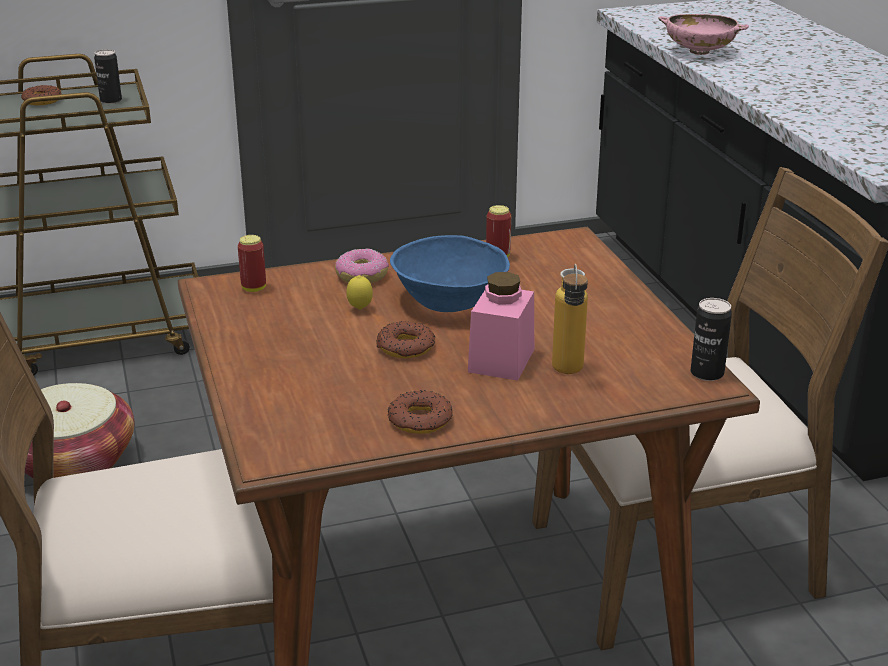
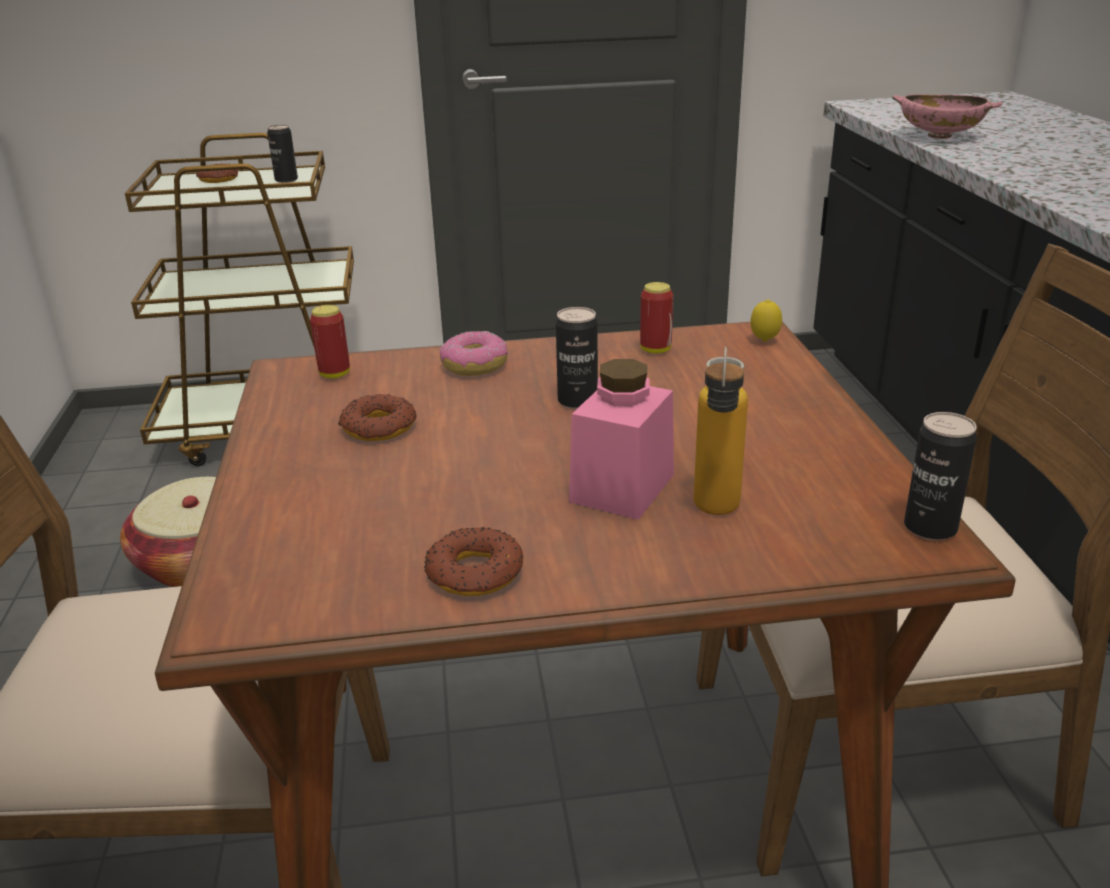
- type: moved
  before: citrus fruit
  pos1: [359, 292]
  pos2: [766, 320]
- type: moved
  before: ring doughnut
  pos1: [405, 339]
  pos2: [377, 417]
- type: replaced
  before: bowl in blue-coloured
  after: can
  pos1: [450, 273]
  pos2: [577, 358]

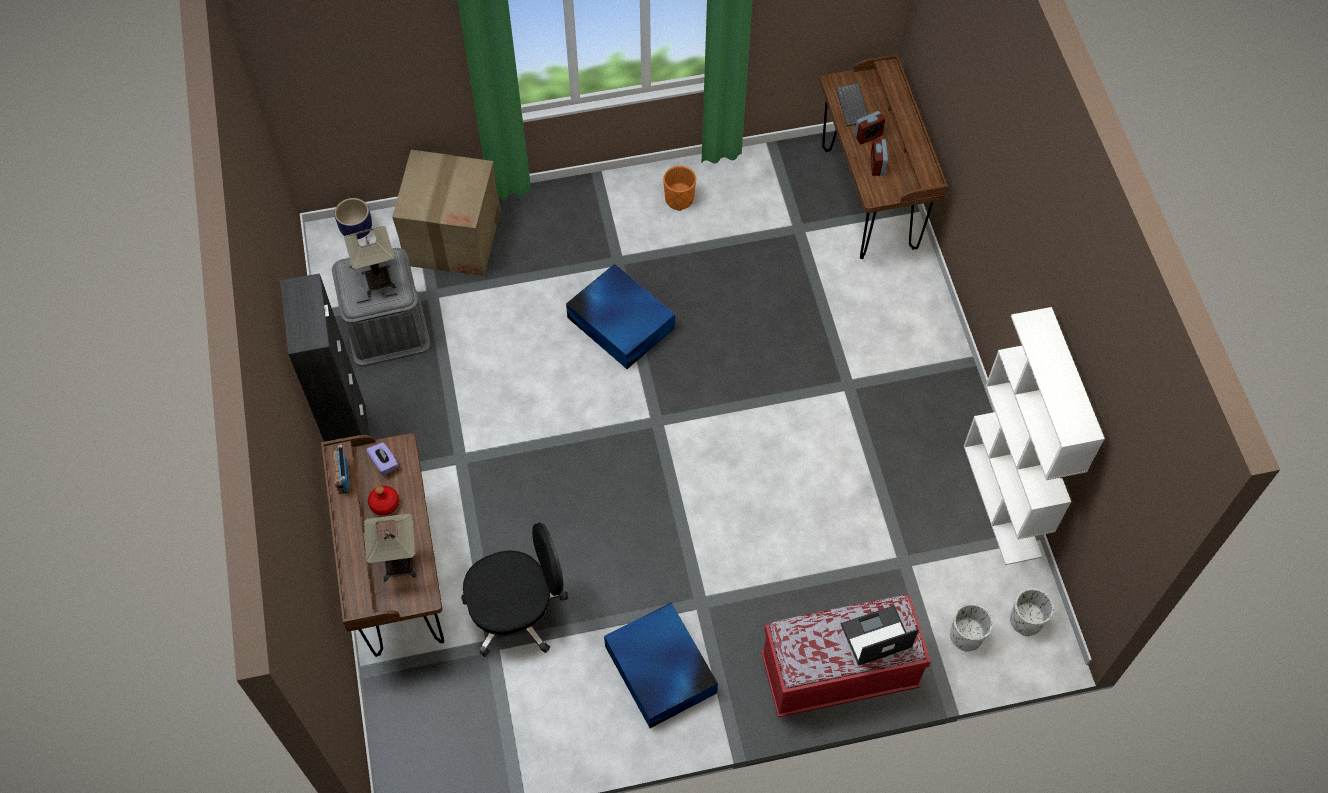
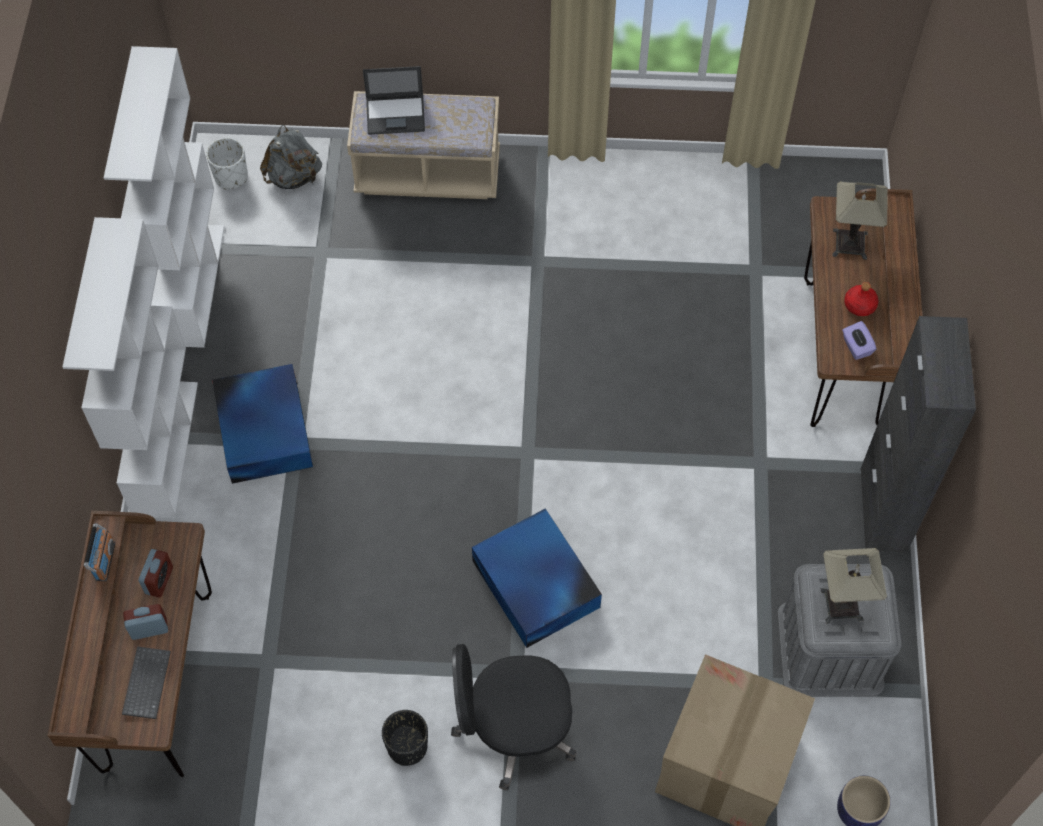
- type: moved
  before: radio receiver
  pos1: [341, 469]
  pos2: [99, 552]
- type: moved
  before: office chair in black-coloured
  pos1: [514, 590]
  pos2: [513, 717]
- type: moved
  before: storage bin in blue-coloured
  pos1: [661, 665]
  pos2: [262, 424]
- type: recoloured
  before: flower pot in orange-coloured
  after: flower pot in black-coloured
  pos1: [679, 188]
  pos2: [405, 738]
- type: recoloured
  before: long seat in red-coloured
  after: long seat in beige-coloured
  pos1: [846, 656]
  pos2: [423, 145]
- type: replaced
  before: flower pot in whitish
  after: backpack in greyish
  pos1: [971, 628]
  pos2: [291, 156]
- type: added
  after: shelving unit in whitish
  pos2: [130, 367]

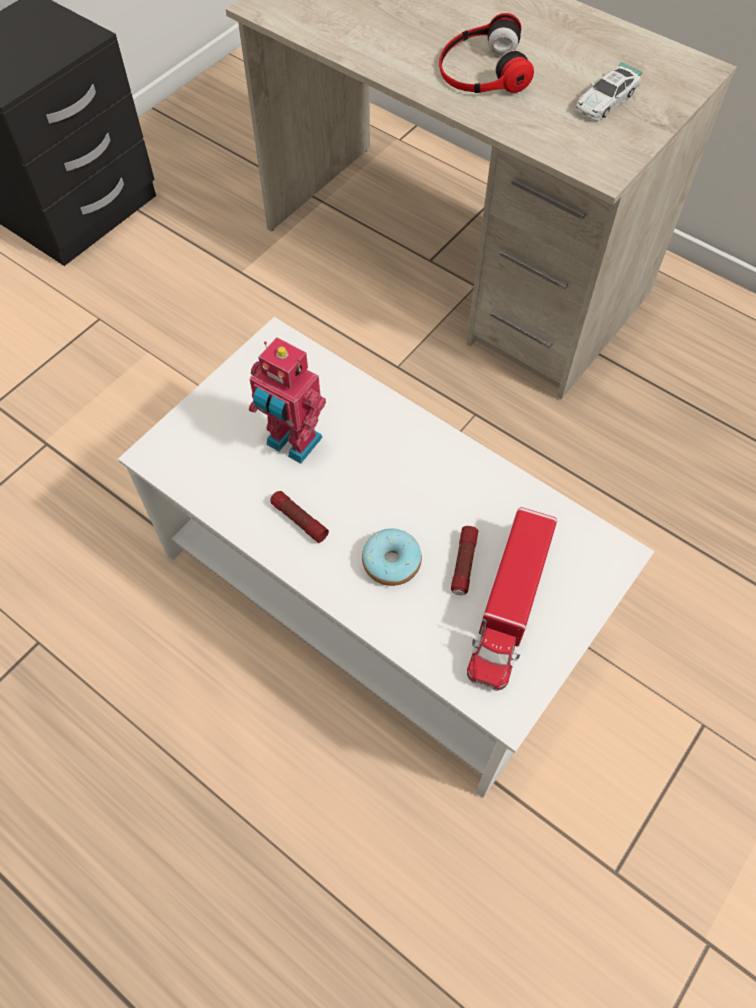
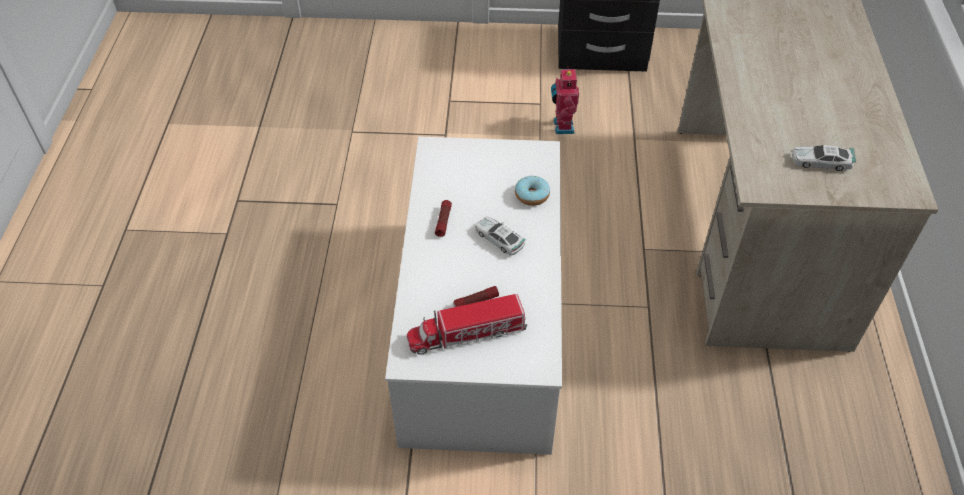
- type: moved
  before: robot figure
  pos1: [287, 400]
  pos2: [565, 100]
- type: moved
  before: ring doughnut
  pos1: [392, 557]
  pos2: [532, 191]
- type: removed
  before: headset
  pos1: [486, 53]
- type: added
  after: toy car
  pos2: [500, 235]

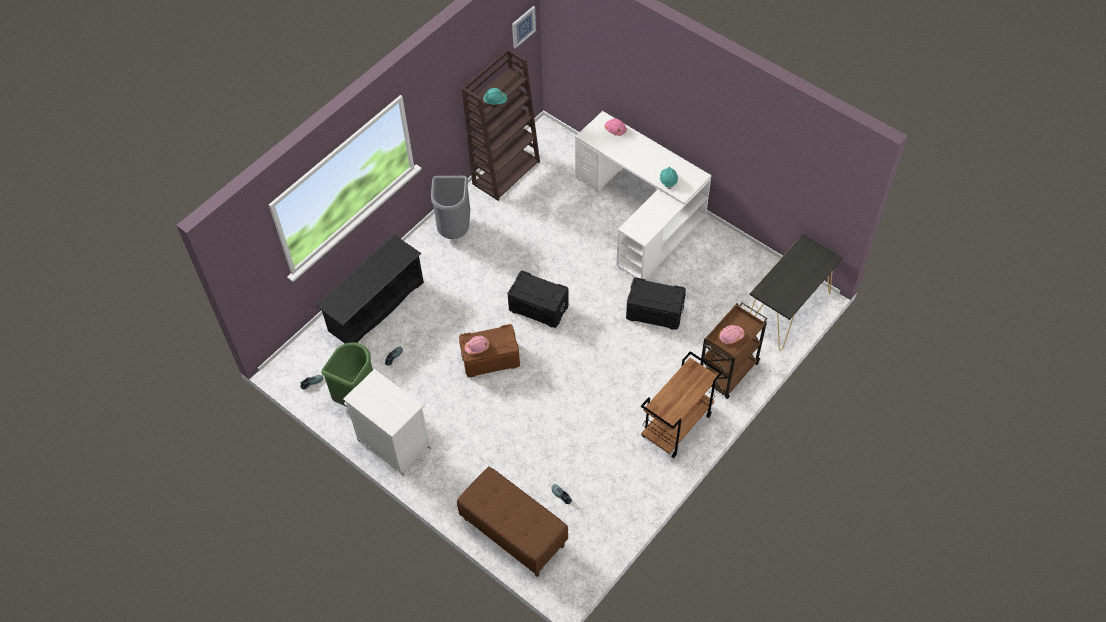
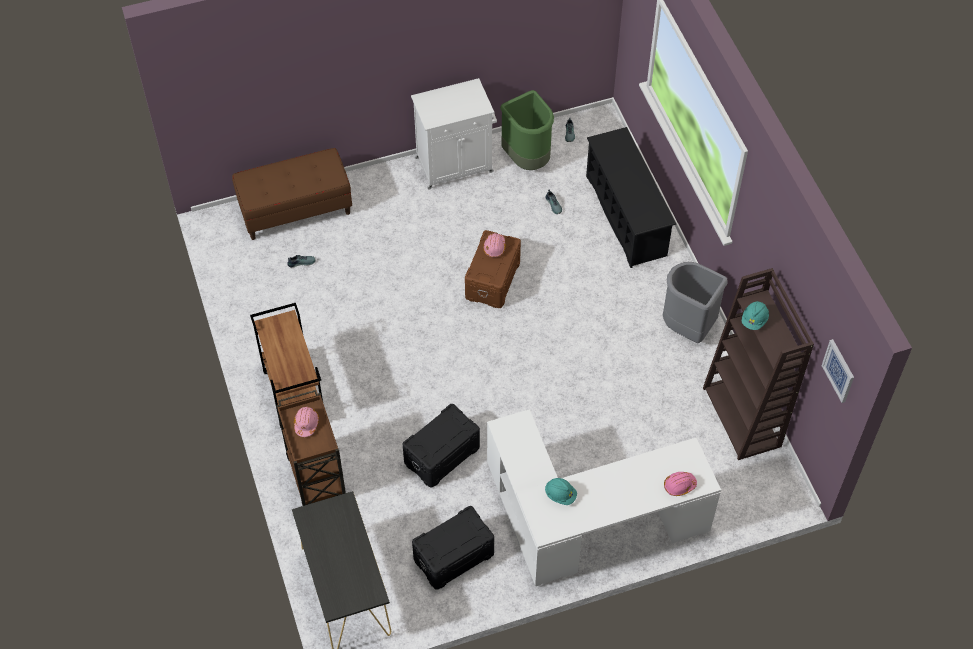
- type: moved
  before: storage bin in black-coloured
  pos1: [538, 299]
  pos2: [453, 548]

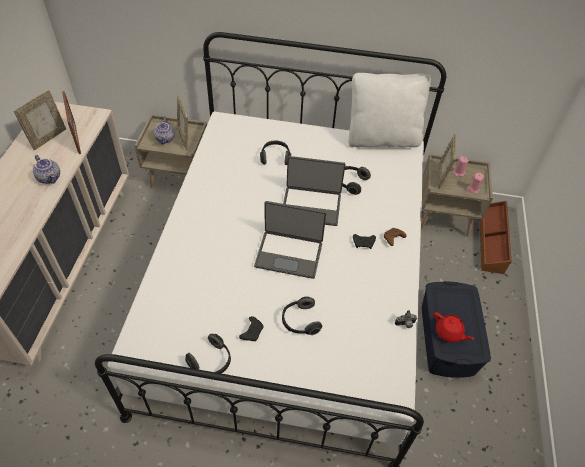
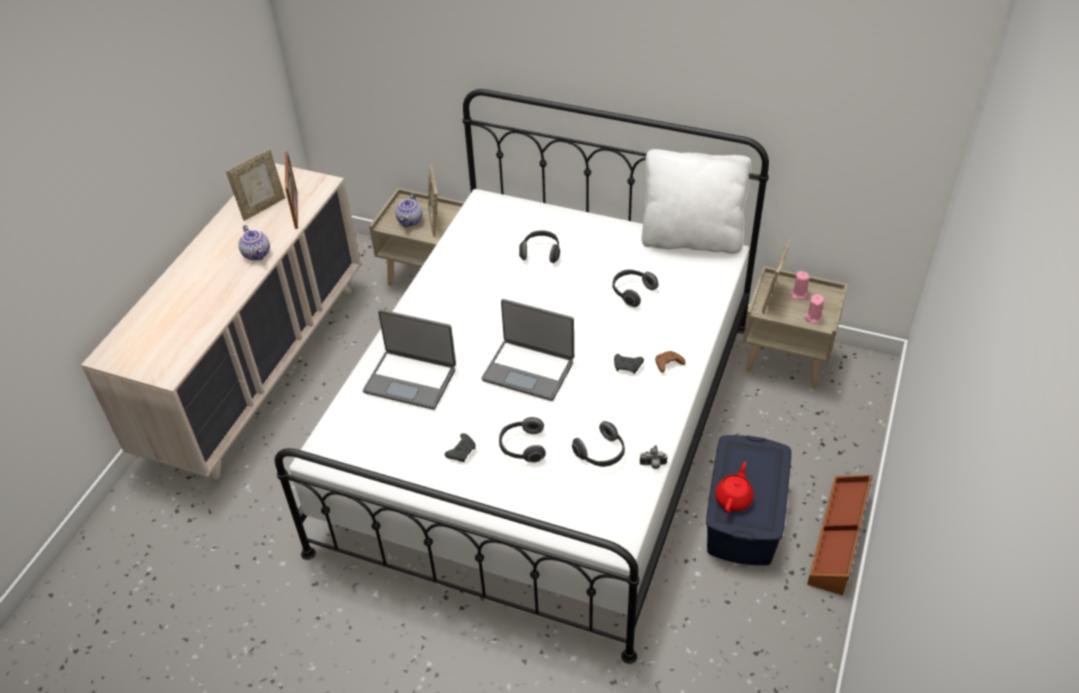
- type: moved
  before: headset
  pos1: [208, 354]
  pos2: [598, 444]
- type: moved
  before: laptop
  pos1: [314, 191]
  pos2: [409, 360]
- type: turned
  before: pot for tea in red-coloured
  pos1: [454, 327]
  pos2: [734, 487]
  turn: -120
- type: moved
  before: storage bin in brown-coloured
  pos1: [495, 237]
  pos2: [839, 535]

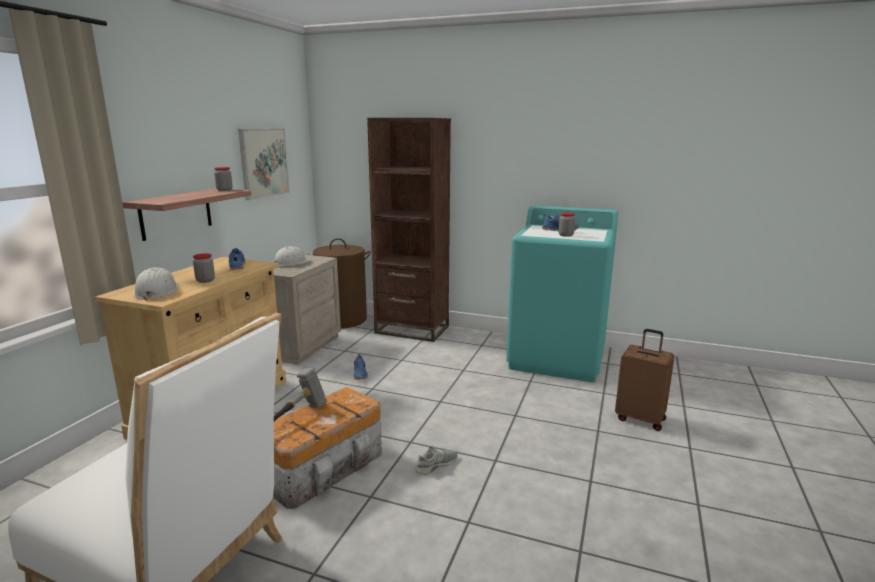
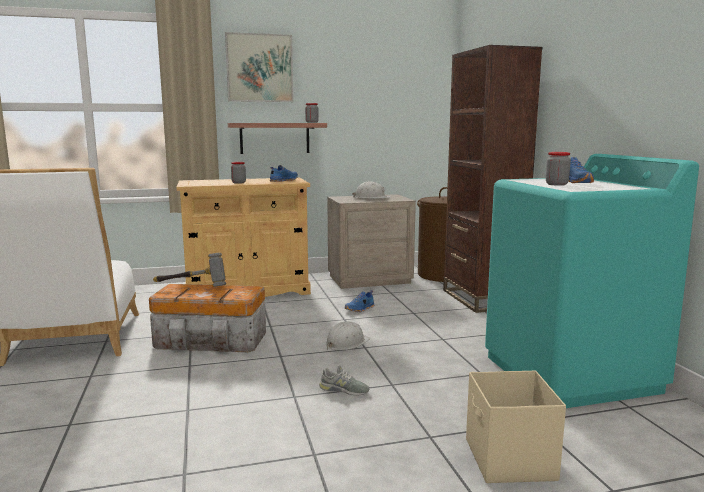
- type: moved
  before: safety helmet in whitish
  pos1: [156, 284]
  pos2: [347, 335]
- type: moved
  before: picture
  pos1: [264, 164]
  pos2: [259, 67]
- type: moved
  before: shoe in greyish
  pos1: [436, 460]
  pos2: [344, 380]
- type: replaced
  before: piece of luggage in brown-coloured
  after: storage bin in beige-coloured
  pos1: [645, 380]
  pos2: [516, 426]

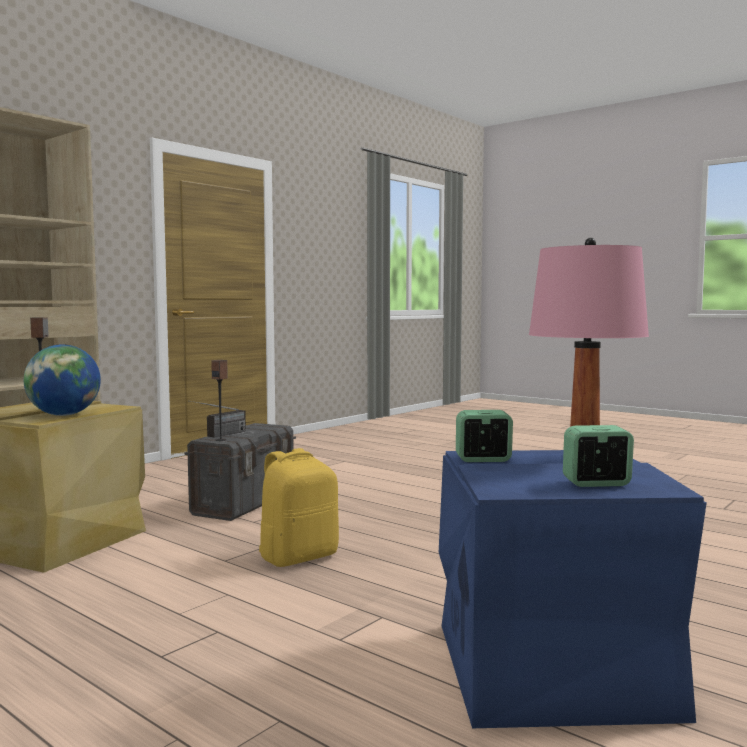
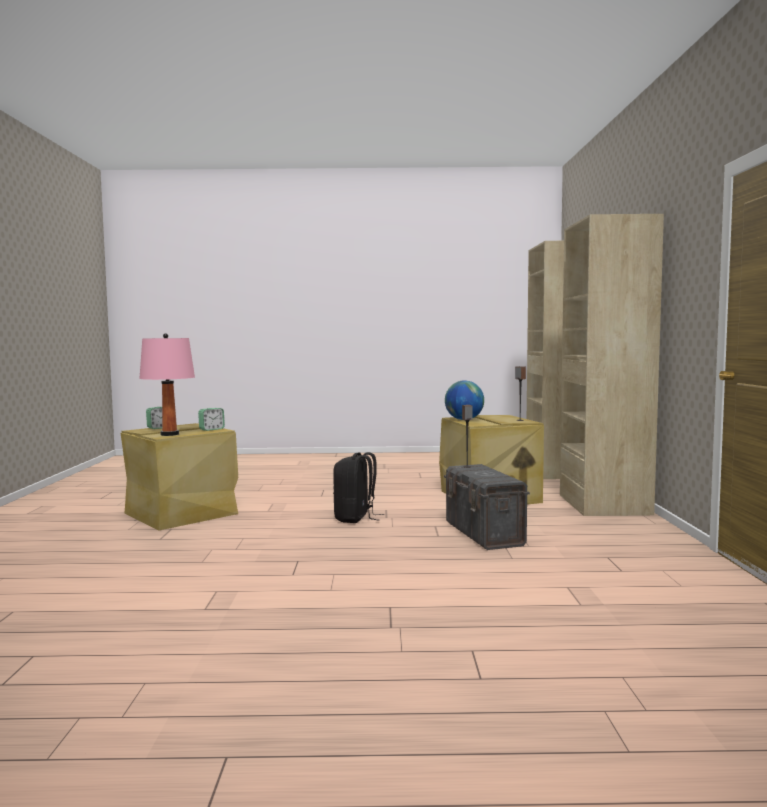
- type: removed
  before: radio receiver
  pos1: [217, 419]
- type: recoloured
  before: backpack in yellow
  after: backpack in black-coloured
  pos1: [299, 507]
  pos2: [358, 487]
- type: recoloured
  before: storage bin in blue-coloured
  after: storage bin in beige-coloured
  pos1: [573, 589]
  pos2: [179, 476]

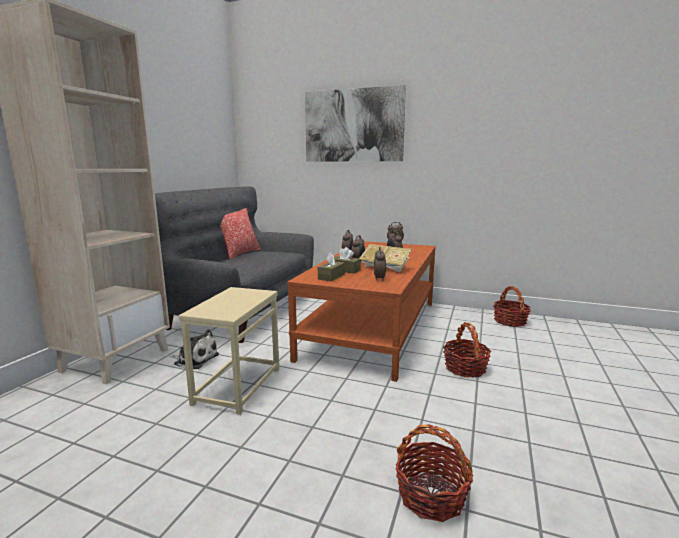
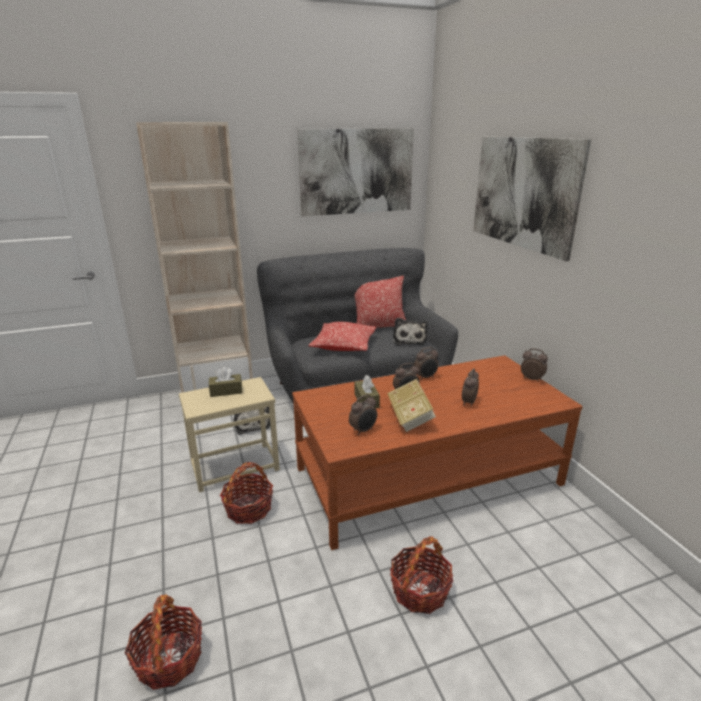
- type: moved
  before: tissue holder in brown-coloured
  pos1: [331, 266]
  pos2: [225, 382]
- type: moved
  before: household basket
  pos1: [512, 306]
  pos2: [246, 493]
- type: added
  after: picture
  pos2: [355, 172]
- type: added
  after: throw pillow
  pos2: [342, 336]
- type: added
  after: cuddly toy
  pos2: [410, 331]

